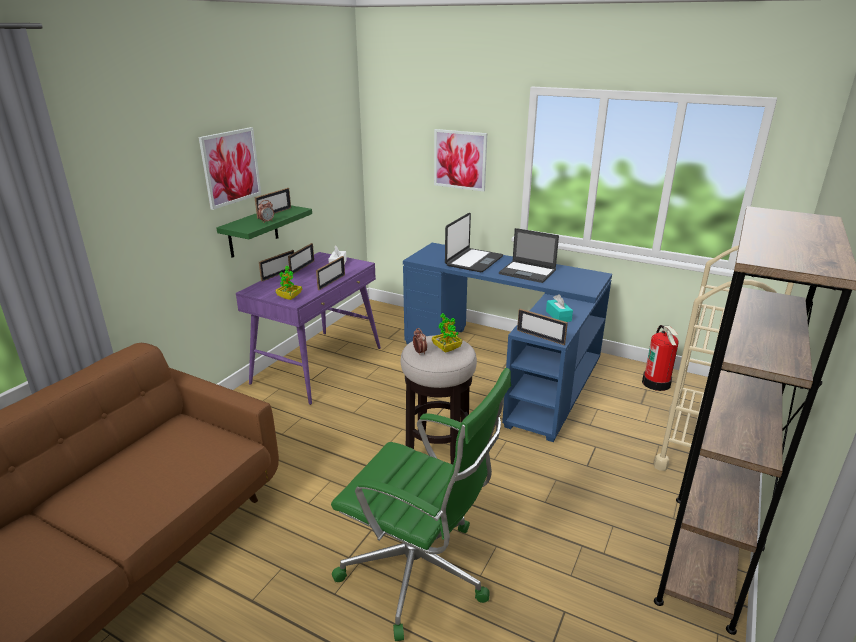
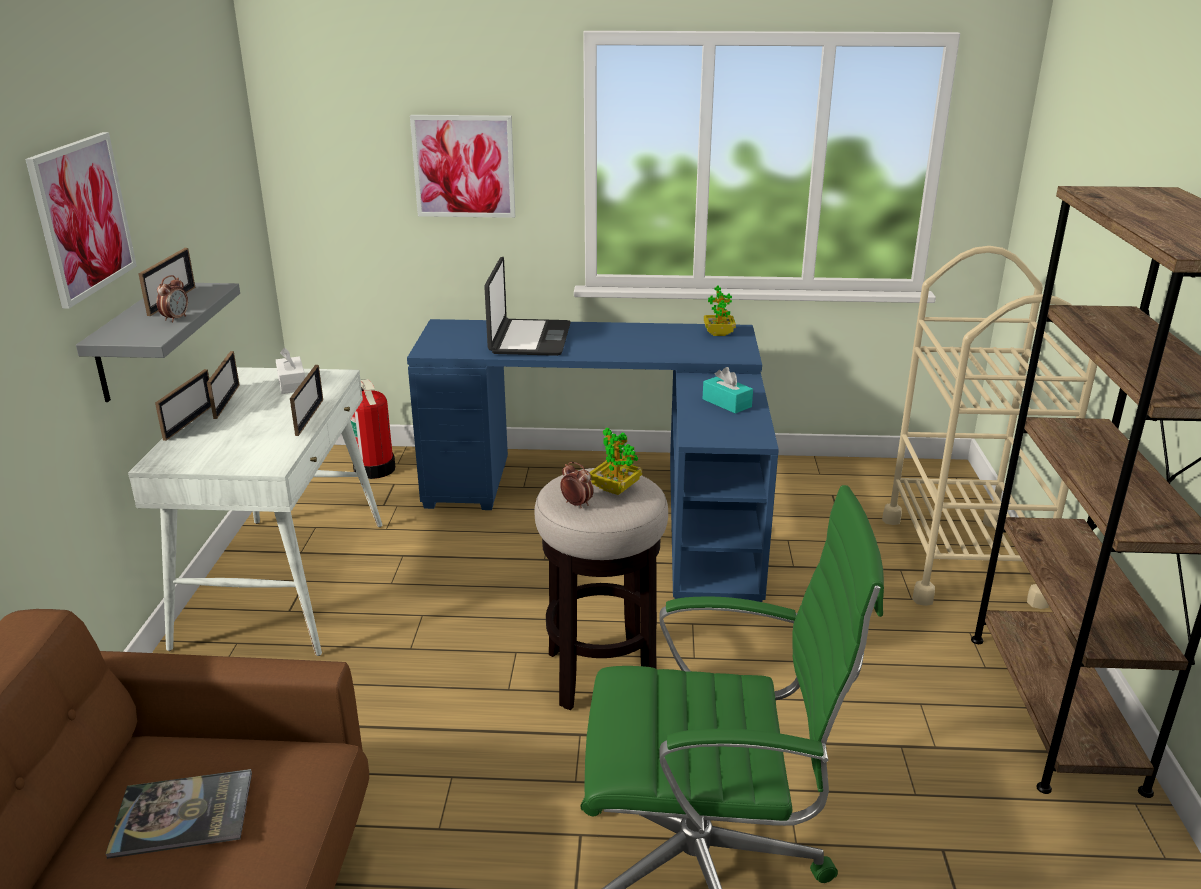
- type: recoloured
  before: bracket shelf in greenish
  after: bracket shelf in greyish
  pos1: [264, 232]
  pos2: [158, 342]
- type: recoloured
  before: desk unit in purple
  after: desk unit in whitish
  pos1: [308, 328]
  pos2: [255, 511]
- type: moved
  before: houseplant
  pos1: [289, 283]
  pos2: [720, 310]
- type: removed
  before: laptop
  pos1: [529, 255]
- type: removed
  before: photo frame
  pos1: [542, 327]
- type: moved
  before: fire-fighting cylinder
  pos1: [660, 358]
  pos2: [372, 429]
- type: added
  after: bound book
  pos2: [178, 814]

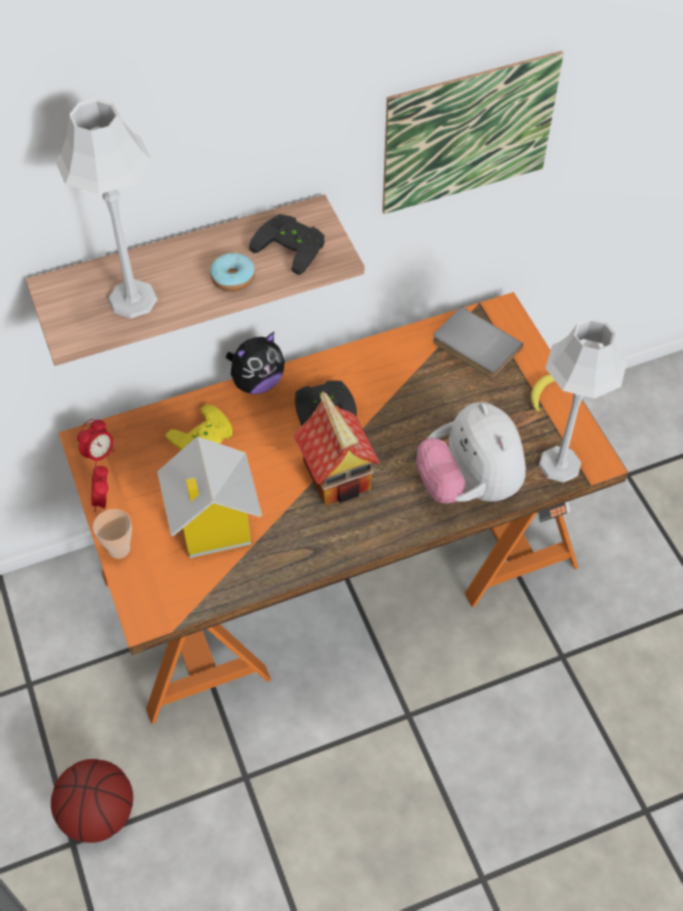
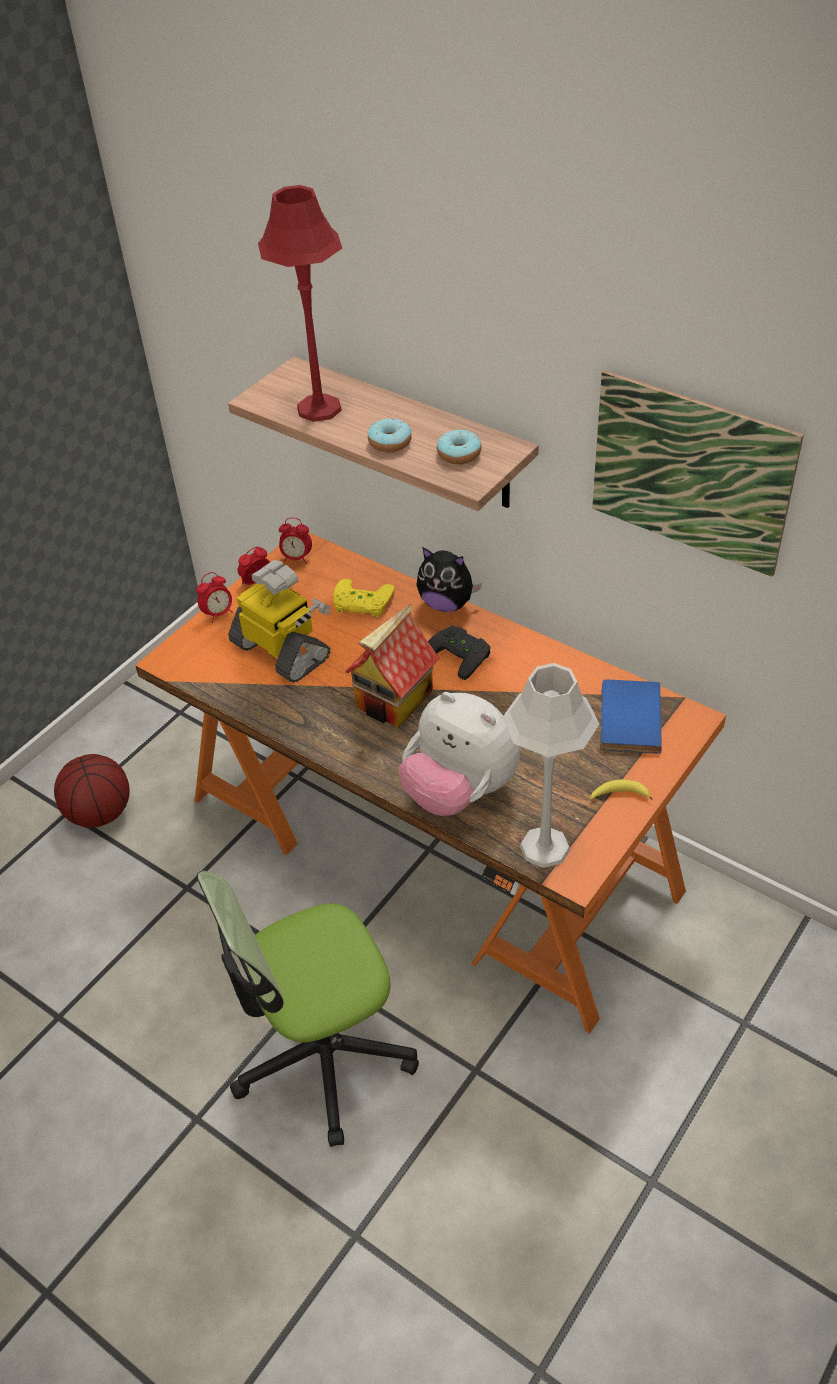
- type: recoloured
  before: lamp for a table in greyish
  after: lamp for a table in red-coloured
  pos1: [106, 208]
  pos2: [300, 303]
- type: replaced
  before: cup
  after: table clock
  pos1: [112, 534]
  pos2: [214, 597]
- type: replaced
  before: miniature house
  after: robot figure
  pos1: [209, 497]
  pos2: [279, 621]
- type: replaced
  before: gamepad in black-coloured
  after: ring doughnut
  pos1: [287, 244]
  pos2: [459, 447]
- type: turned
  before: cuddly toy
  pos1: [471, 453]
  pos2: [459, 754]
  turn: -90
- type: recoloured
  before: bound book in greyish
  after: bound book in blue-coloured
  pos1: [478, 342]
  pos2: [631, 717]
- type: added
  after: office chair
  pos2: [308, 1009]

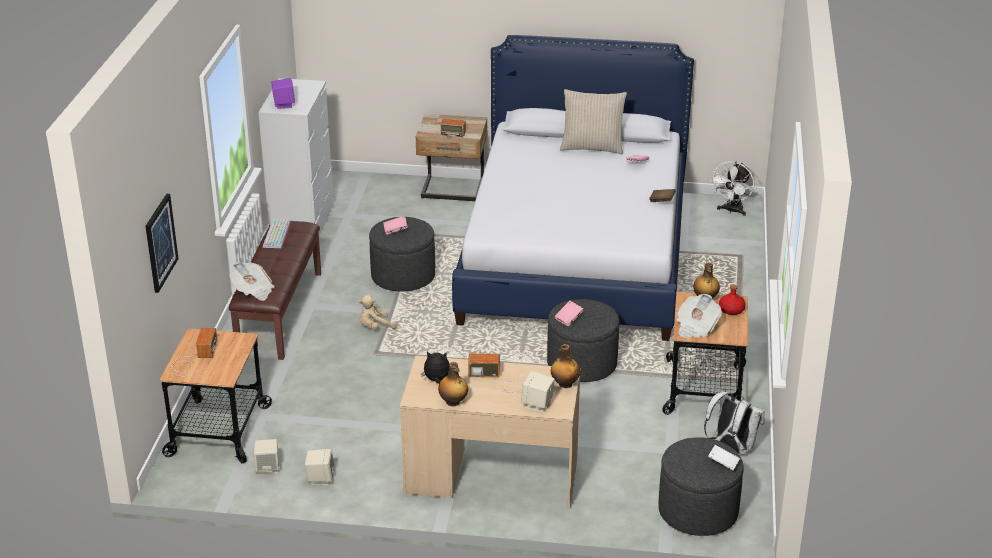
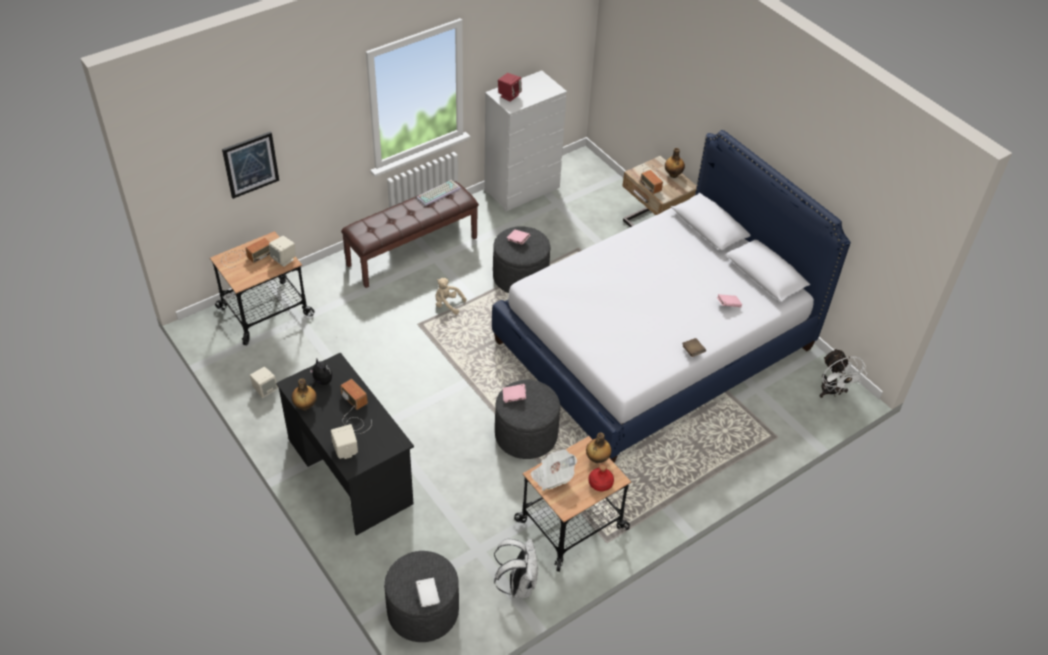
- type: removed
  before: newspaper
  pos1: [252, 281]
- type: moved
  before: speaker in beige-coloured
  pos1: [266, 457]
  pos2: [282, 251]
- type: recoloured
  before: speaker in purple
  after: speaker in red-coloured
  pos1: [283, 93]
  pos2: [510, 87]
- type: recoloured
  before: desk unit in beige-coloured
  after: desk unit in black-coloured
  pos1: [490, 432]
  pos2: [345, 444]
- type: moved
  before: beverage bottle
  pos1: [565, 366]
  pos2: [675, 163]
- type: removed
  before: throw pillow in beige-coloured
  pos1: [593, 121]
- type: turned
  before: cooling fan in whitish
  pos1: [732, 188]
  pos2: [843, 373]
  turn: -90

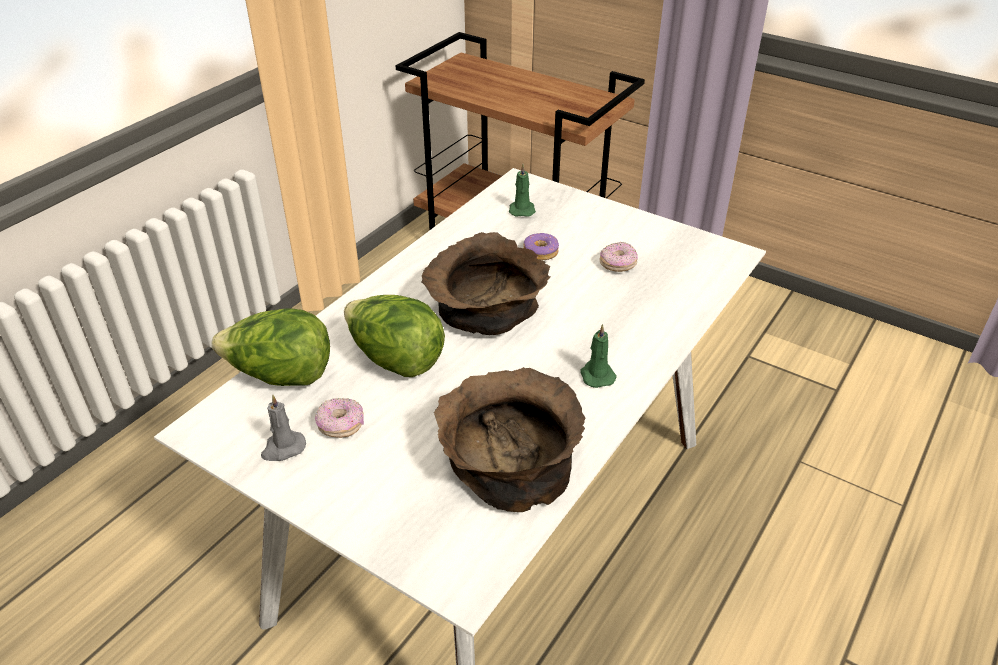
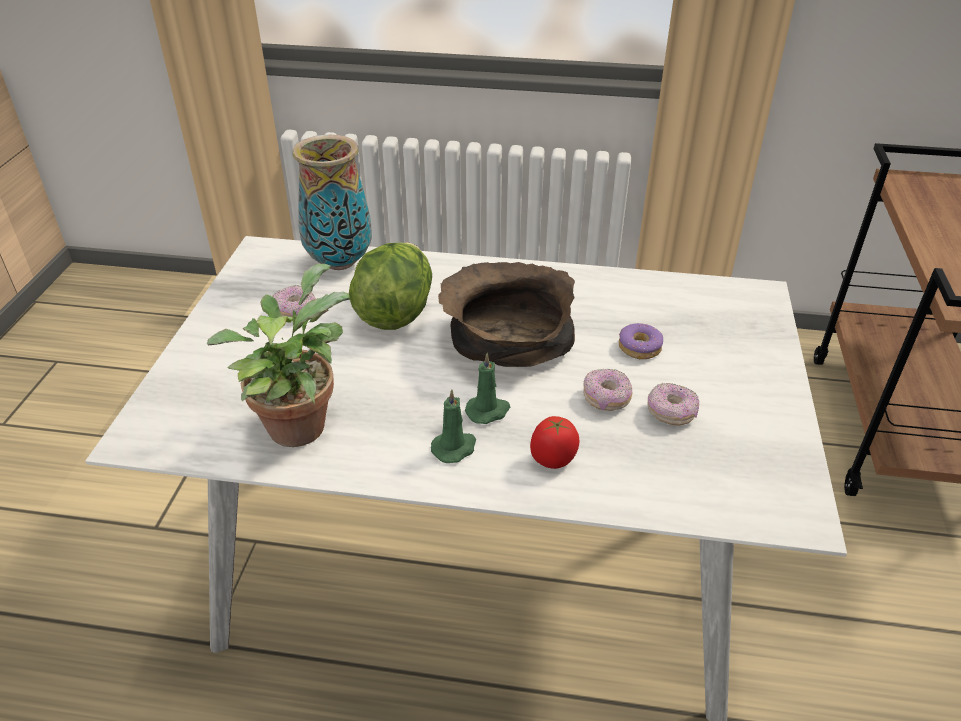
- type: replaced
  before: lettuce head
  after: decorative vase
  pos1: [270, 347]
  pos2: [332, 202]
- type: removed
  before: wax light in greyish
  pos1: [283, 427]
- type: replaced
  before: bowl in brown-coloured
  after: houseplant
  pos1: [510, 439]
  pos2: [278, 355]
- type: moved
  before: wax light in greenish
  pos1: [522, 190]
  pos2: [487, 388]
- type: added
  after: tomato
  pos2: [555, 442]
- type: added
  after: ring doughnut
  pos2: [608, 390]

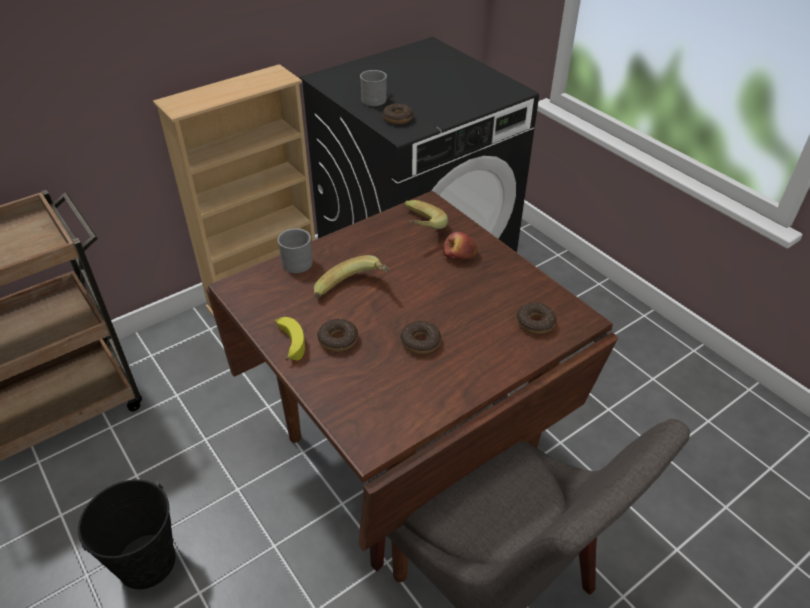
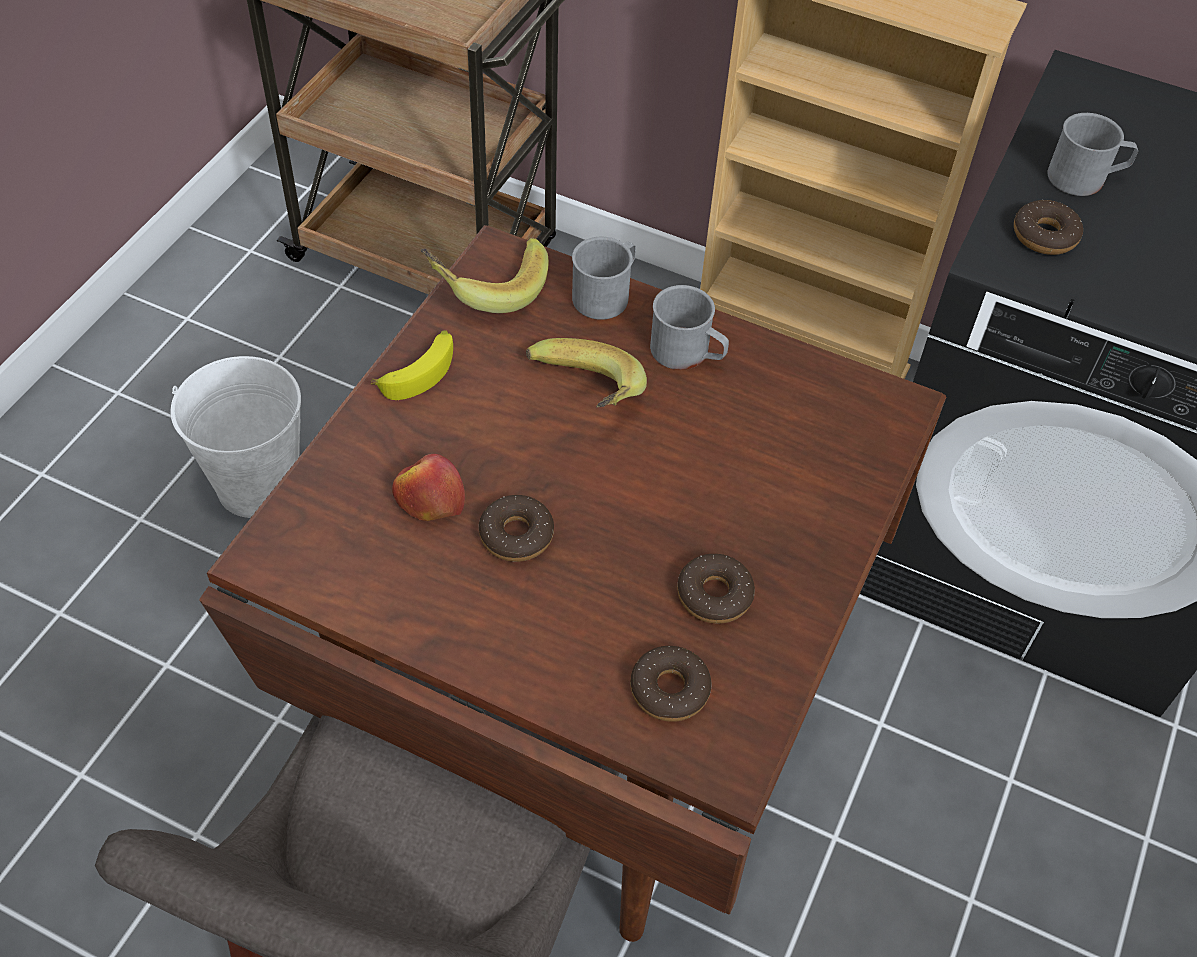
- type: recoloured
  before: bucket in black-coloured
  after: bucket in whitish
  pos1: [127, 534]
  pos2: [236, 437]
- type: moved
  before: ring doughnut
  pos1: [337, 335]
  pos2: [716, 589]
- type: moved
  before: banana fruit
  pos1: [426, 214]
  pos2: [485, 275]
- type: moved
  before: apple fruit
  pos1: [460, 245]
  pos2: [428, 487]
- type: added
  after: coffee mug in greyish
  pos2: [689, 327]

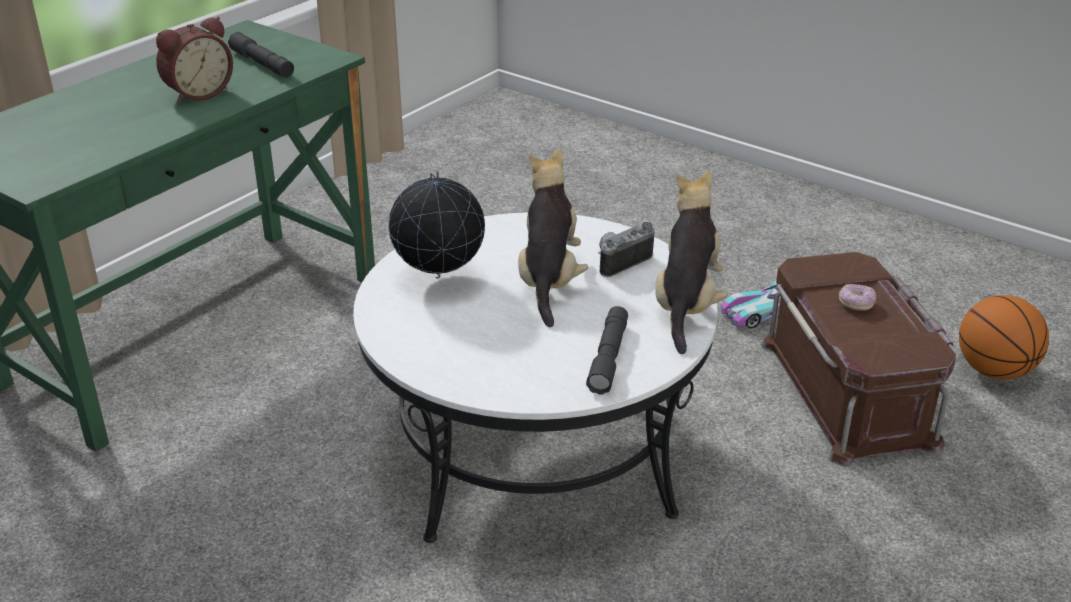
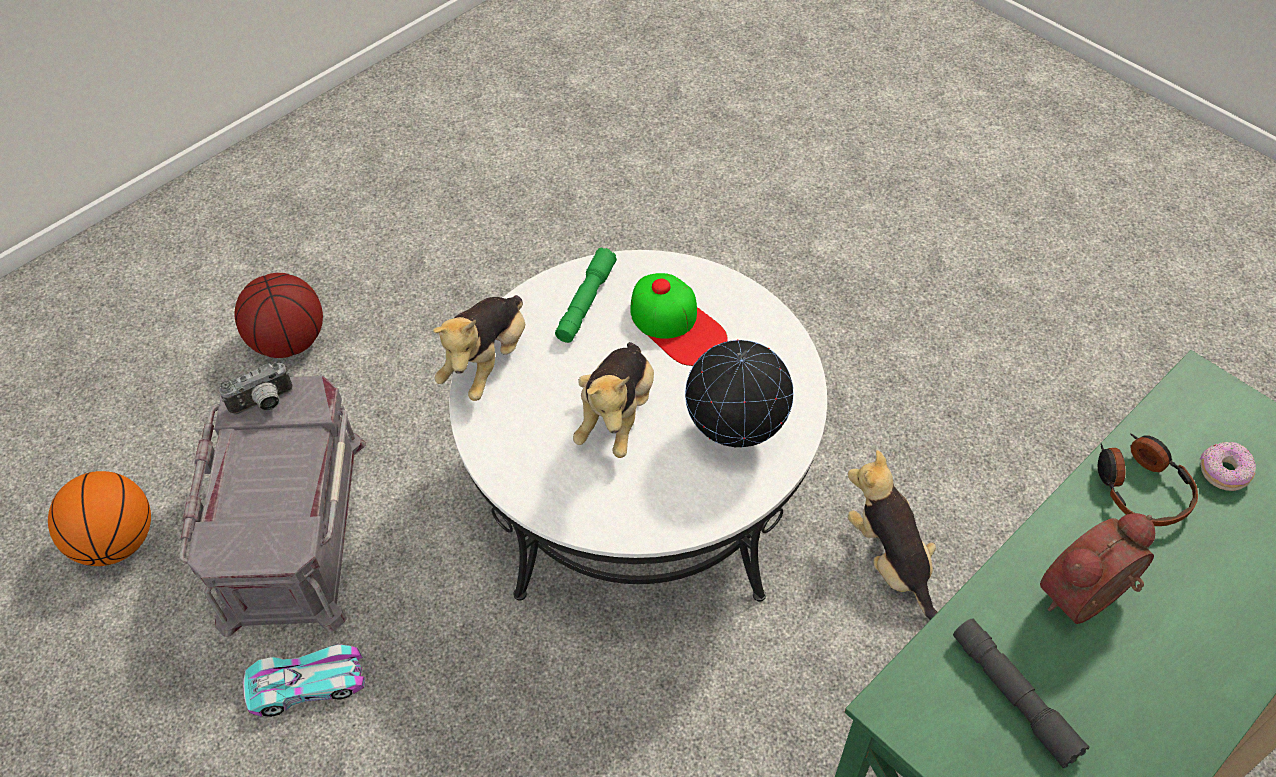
- type: recoloured
  before: flashlight in greyish
  after: flashlight in greenish
  pos1: [607, 350]
  pos2: [586, 295]
- type: moved
  before: photo camera
  pos1: [627, 249]
  pos2: [256, 389]
- type: recoloured
  before: storage bin in brown-coloured
  after: storage bin in greyish
  pos1: [860, 359]
  pos2: [272, 506]
- type: moved
  before: ring doughnut
  pos1: [857, 297]
  pos2: [1227, 466]
- type: added
  after: ball for basketball
  pos2: [279, 315]
- type: added
  after: peaked cap
  pos2: [679, 319]
- type: added
  after: cuddly toy
  pos2: [893, 535]
- type: added
  after: headset
  pos2: [1148, 479]

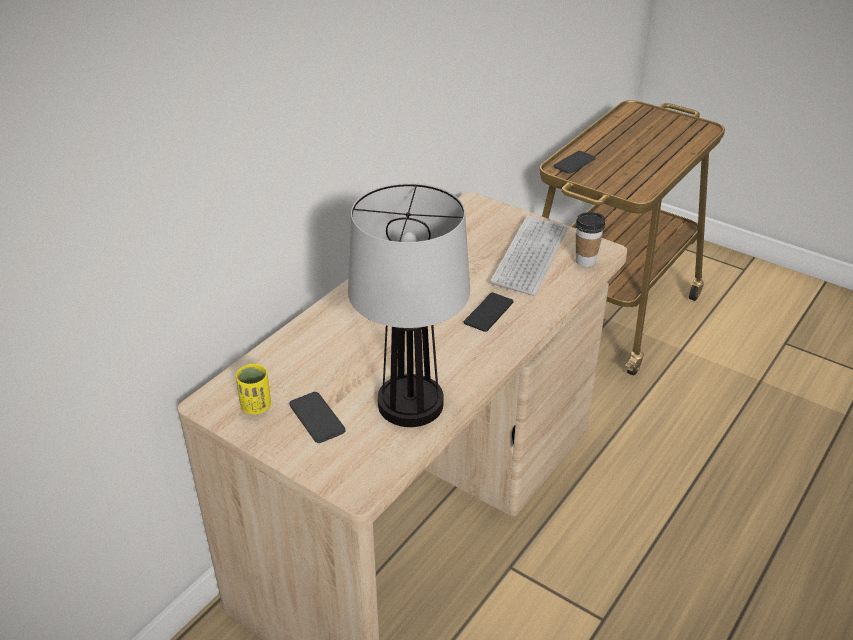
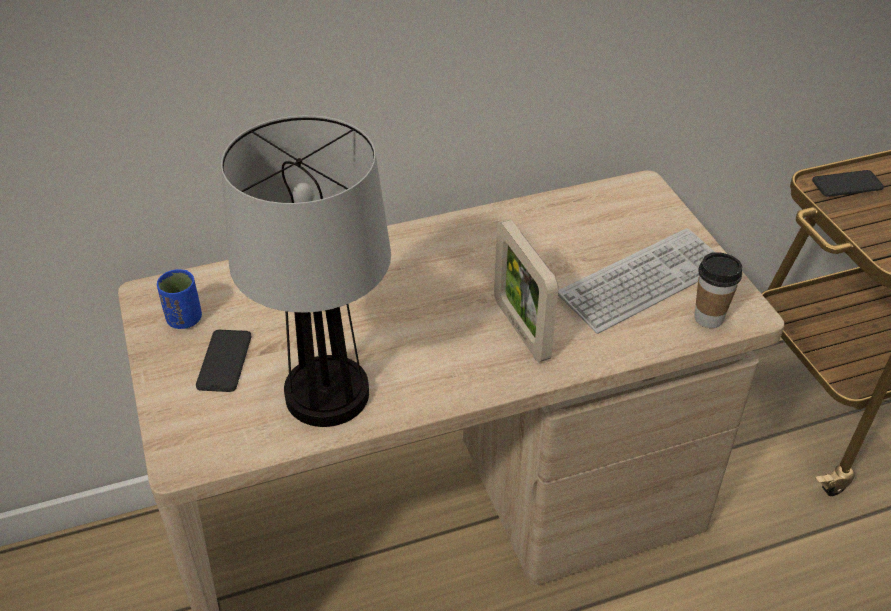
- type: recoloured
  before: cup in yellow
  after: cup in blue-coloured
  pos1: [253, 389]
  pos2: [179, 299]
- type: replaced
  before: phone
  after: photo frame
  pos1: [489, 312]
  pos2: [526, 290]

